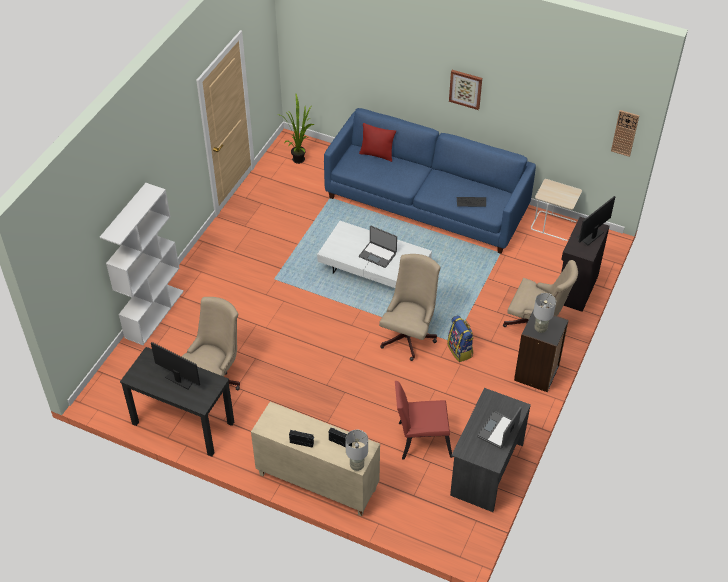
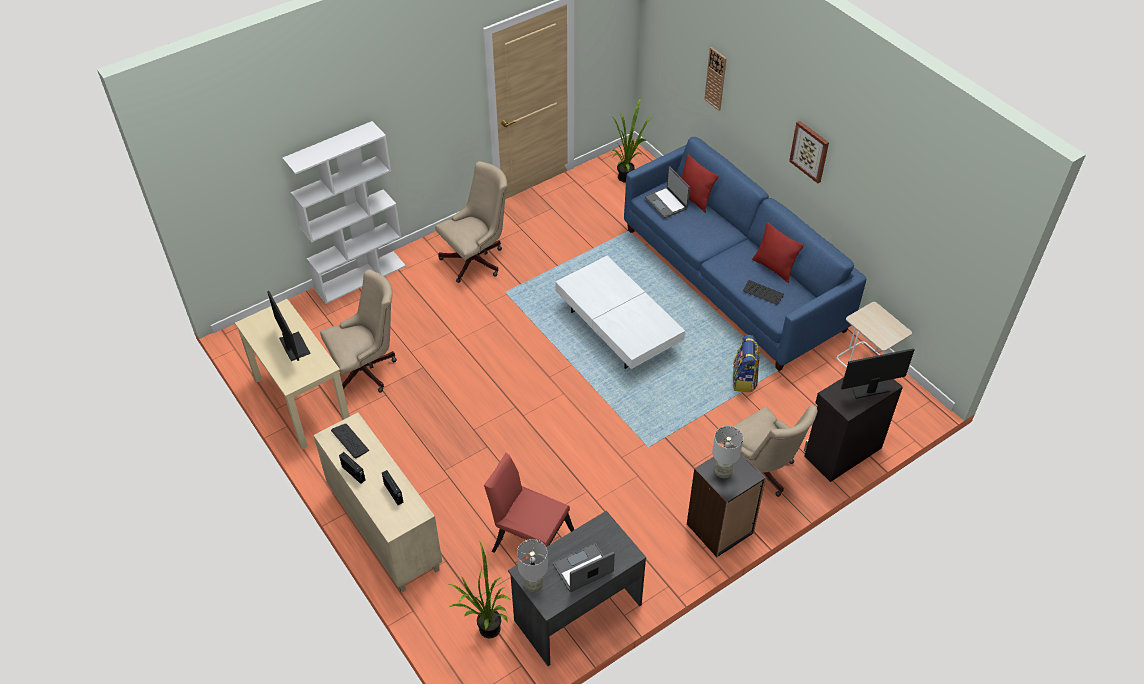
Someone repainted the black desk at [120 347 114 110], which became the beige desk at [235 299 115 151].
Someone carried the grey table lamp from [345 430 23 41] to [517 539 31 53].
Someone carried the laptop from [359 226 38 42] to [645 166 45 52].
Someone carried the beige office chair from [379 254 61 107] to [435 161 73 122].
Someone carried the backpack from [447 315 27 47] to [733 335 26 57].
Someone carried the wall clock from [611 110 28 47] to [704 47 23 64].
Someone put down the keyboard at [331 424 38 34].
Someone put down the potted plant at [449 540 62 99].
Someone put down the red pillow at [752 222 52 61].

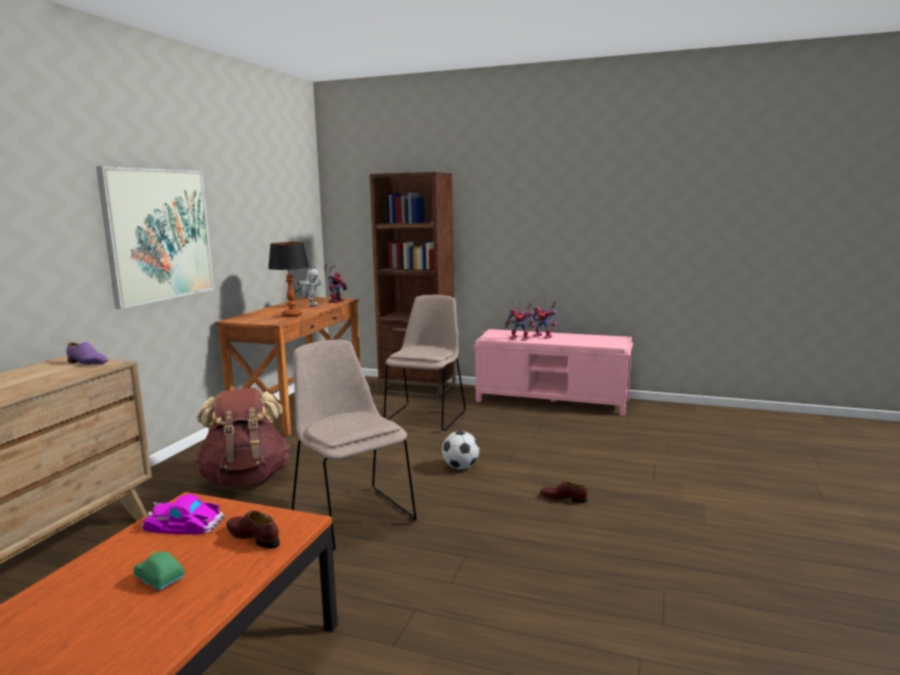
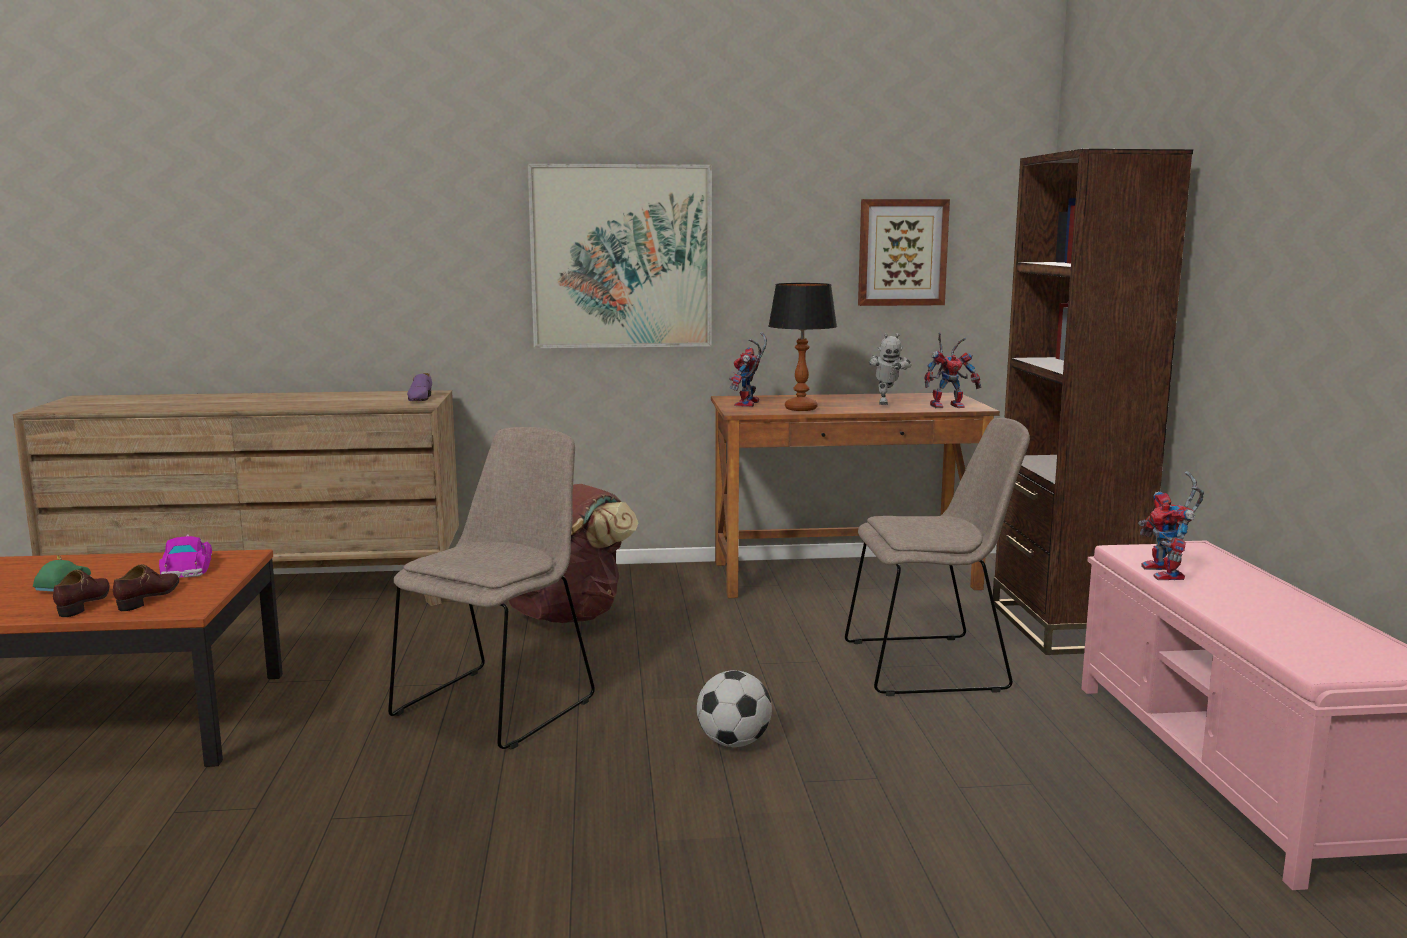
Someone carried the toy robot from [529 297 28 42] to [729 332 38 75].
Someone carried the brown shoe from [540 481 48 22] to [53 570 57 47].
Someone put up the picture at [858 199 92 107].

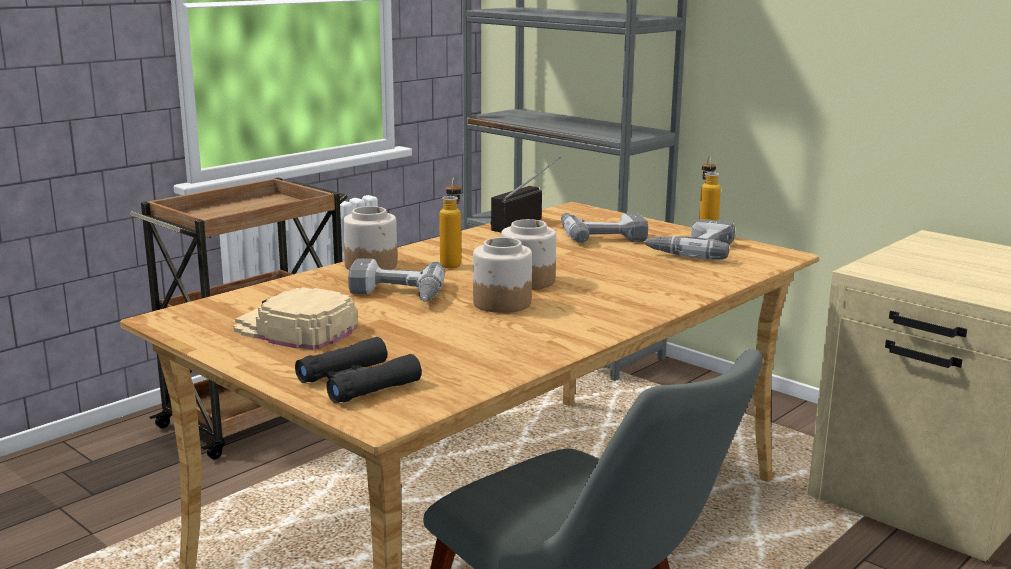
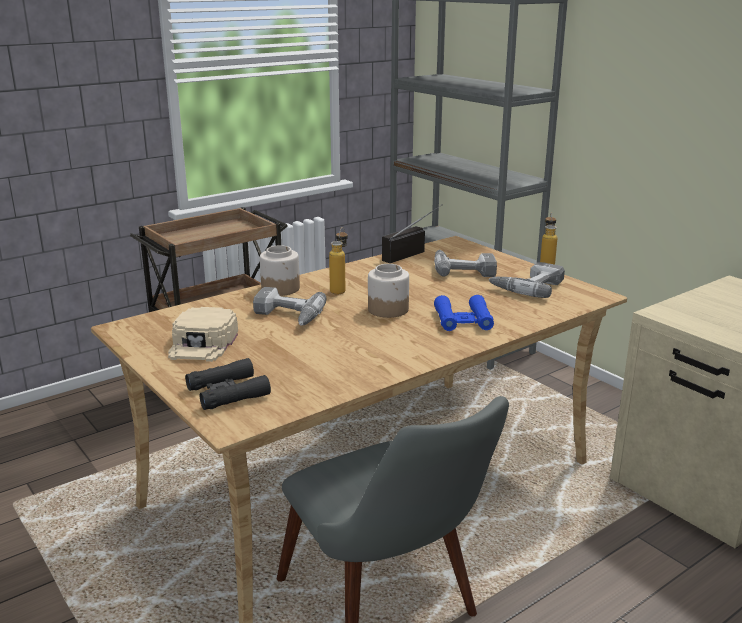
Someone rotated the beige cap at [233 287 125 63] by 120 degrees counterclockwise.
Someone took away the jar at [473 237 59 76].
Someone put down the blue binoculars at [434 295 60 36].

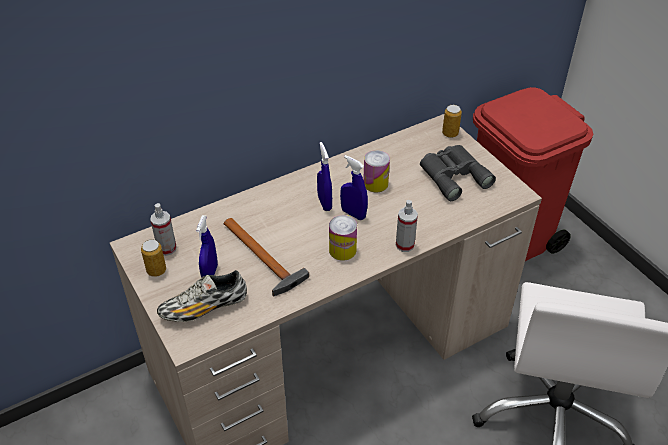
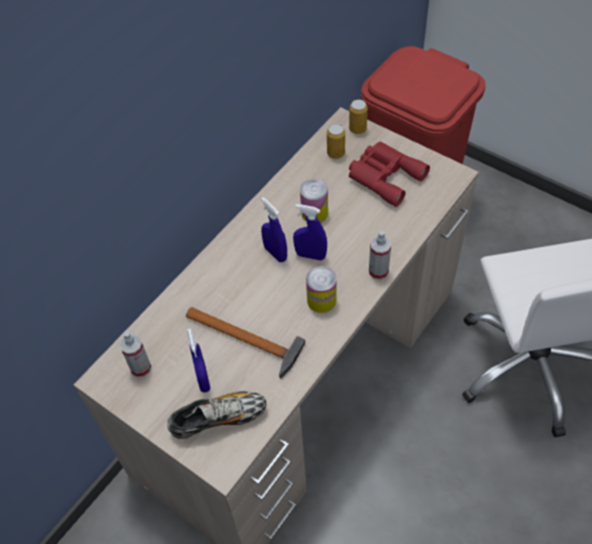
Someone carried the can from [141 239 25 38] to [327 124 18 35].
Someone rotated the shoe at [157 270 90 52] by 150 degrees counterclockwise.
Someone repainted the grey binoculars at [420 145 76 56], which became the red binoculars at [349 141 81 66].

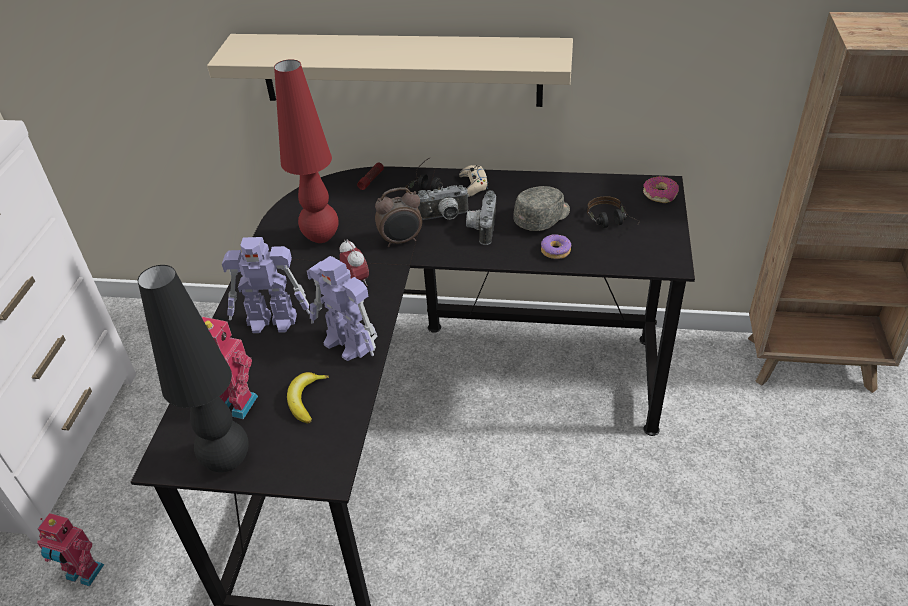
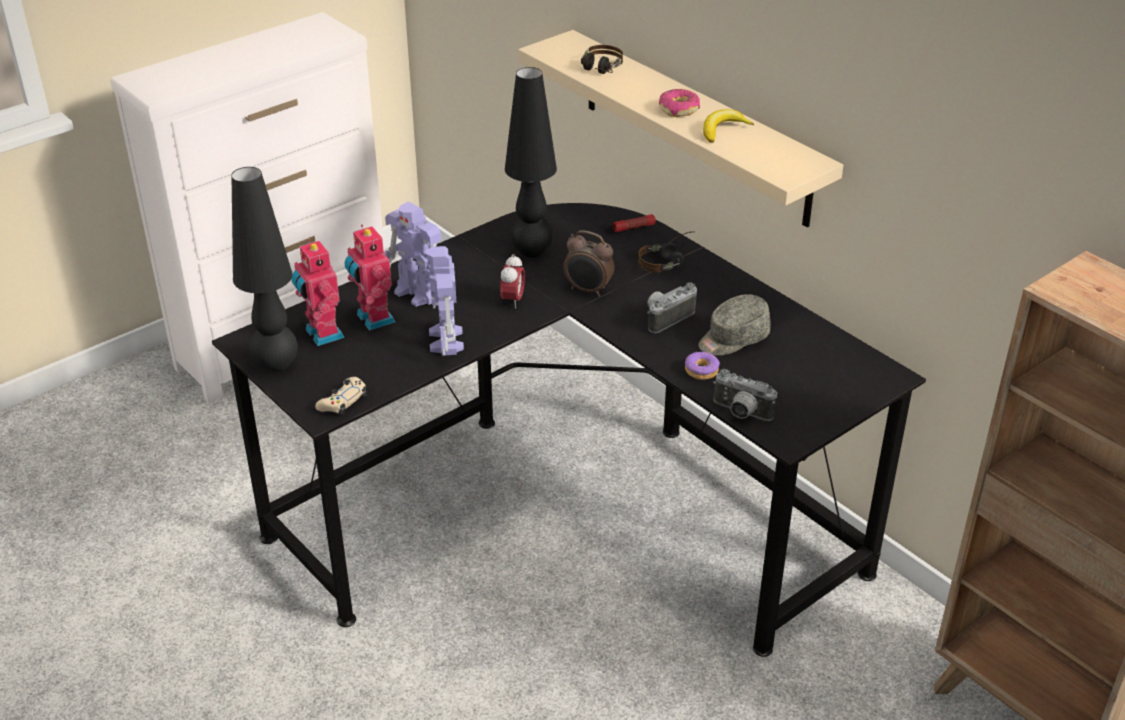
Someone carried the toy robot from [37 513 68 74] to [344 225 51 106].
Someone repainted the red table lamp at [274 59 65 184], which became the black table lamp at [505 67 52 191].
Someone carried the banana from [287 372 42 51] to [703 109 51 34].
Someone carried the photo camera from [418 185 51 35] to [713 369 64 52].
Someone carried the beige game controller from [459 165 29 32] to [315 377 52 37].
Someone rotated the grey cap at [513 186 57 45] by 150 degrees clockwise.
Someone carried the headphones from [587 196 53 32] to [581 45 42 29].
Someone carried the donut from [643 176 36 27] to [659 89 41 28].

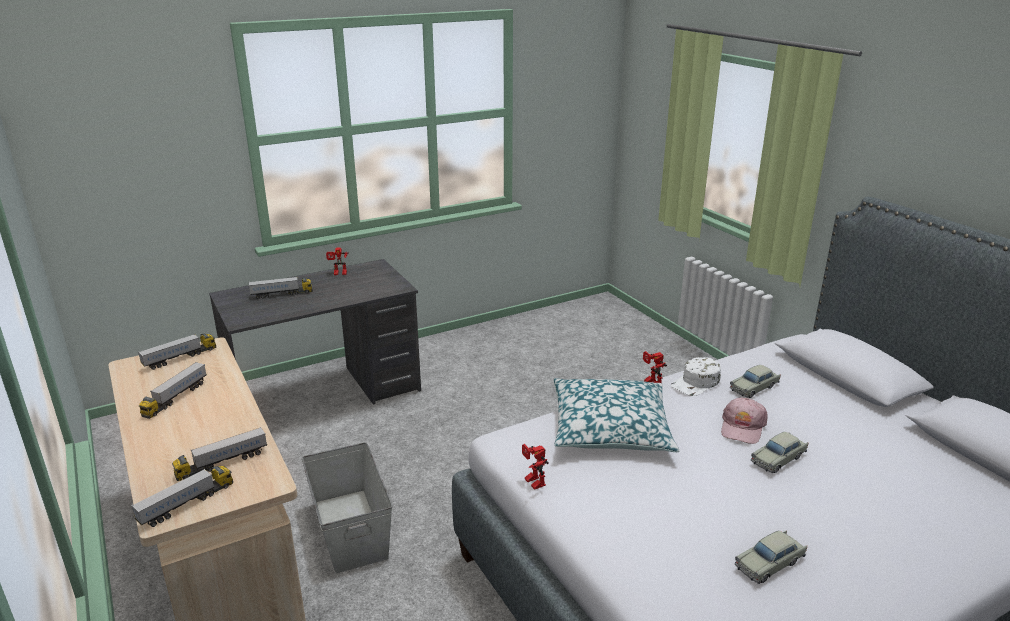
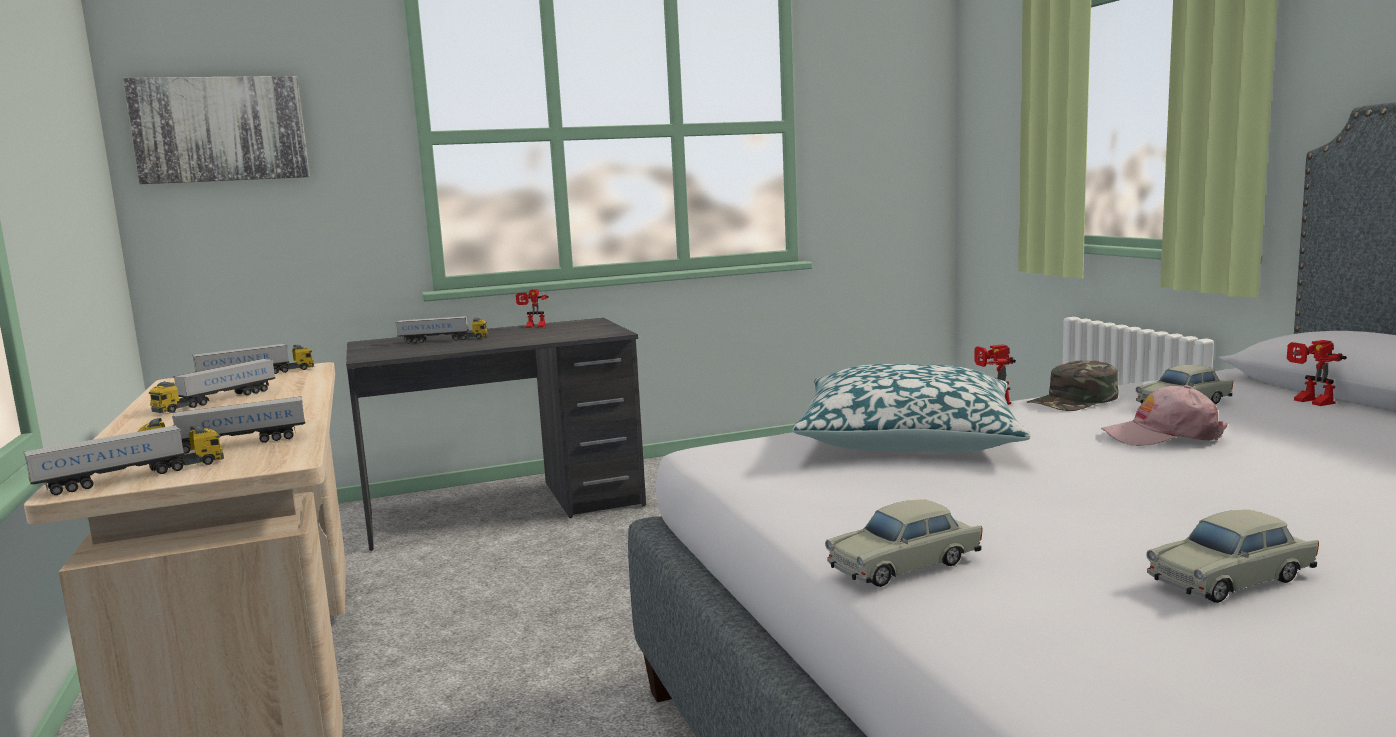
Someone took away the grey storage box at [302 442 91 131].
Someone carried the toy robot from [522 444 27 46] to [1287 340 60 66].
Someone repainted the white cap at [671 357 50 39], which became the green cap at [1026 361 93 50].
Someone rotated the pink cap at [721 398 47 46] by 60 degrees clockwise.
Someone carried the beige toy car from [751 432 57 41] to [825 499 157 88].
Someone put up the picture at [123 76 187 108].

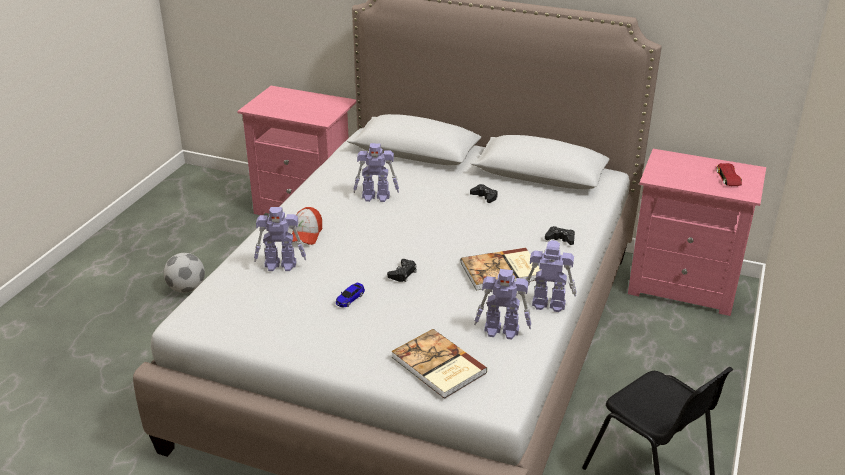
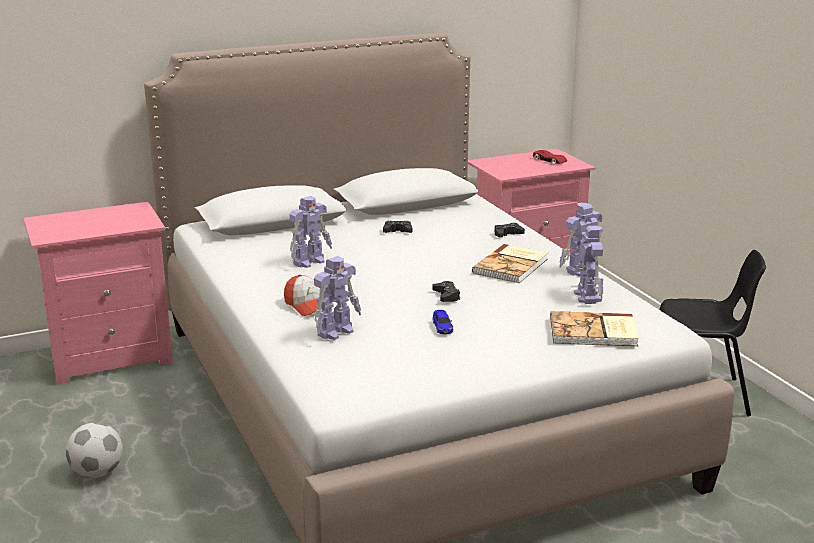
Someone rotated the toy robot at [474 269 57 71] by 60 degrees counterclockwise.

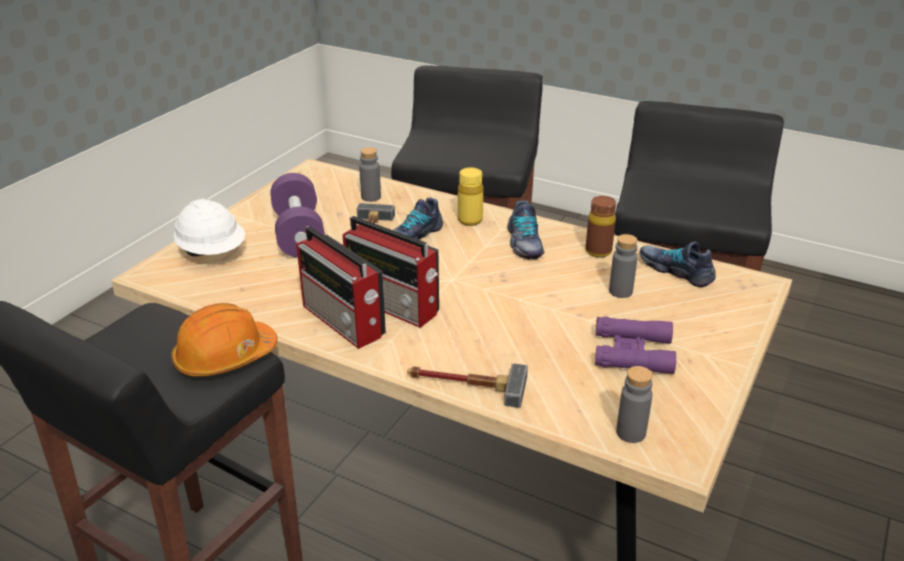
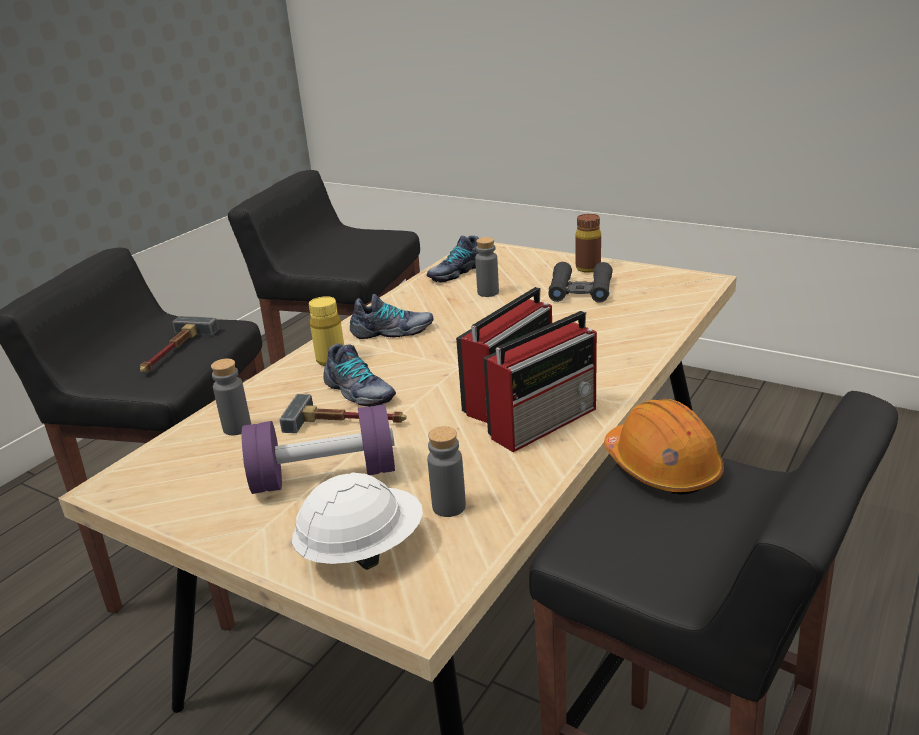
Someone carried the hammer from [407 363 121 45] to [140 316 79 56].
Someone carried the brown bottle from [585 196 31 62] to [575 214 26 59].
Someone repainted the purple binoculars at [595 317 81 57], which became the black binoculars at [548 262 65 41].
Someone carried the grey bottle from [616 366 37 77] to [427 426 39 91].

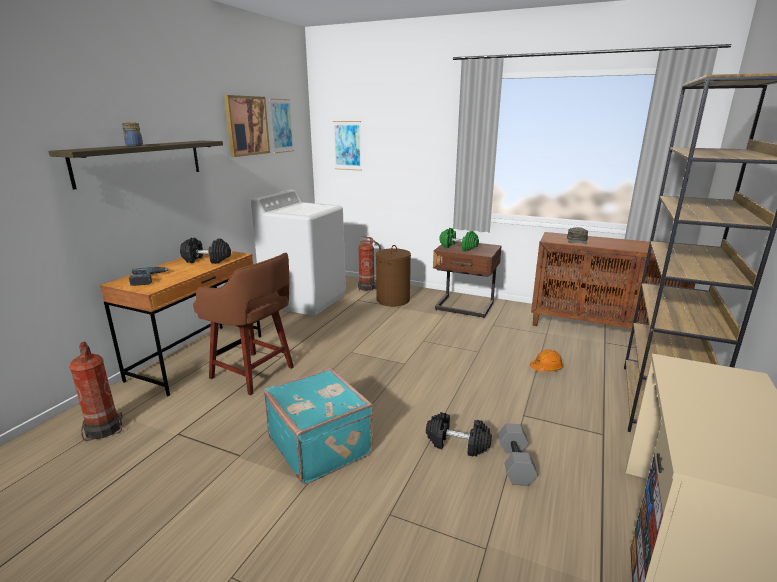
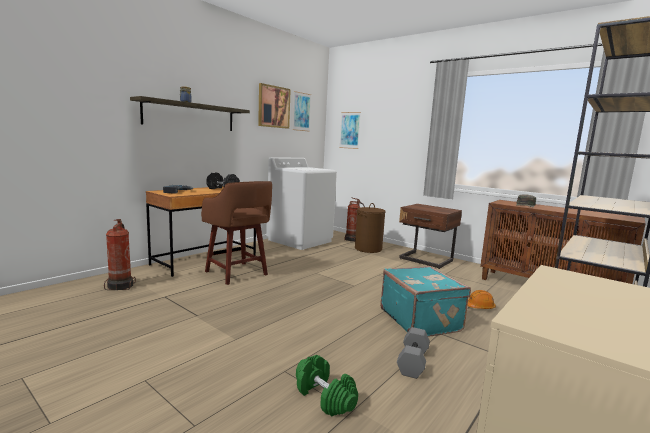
Someone carried the turquoise suitcase from [264 368 110 116] to [380 266 91 71].
Someone took away the black dumbbell at [426 412 66 45].
Someone carried the green dumbbell from [439 228 40 23] to [296 355 62 61].

